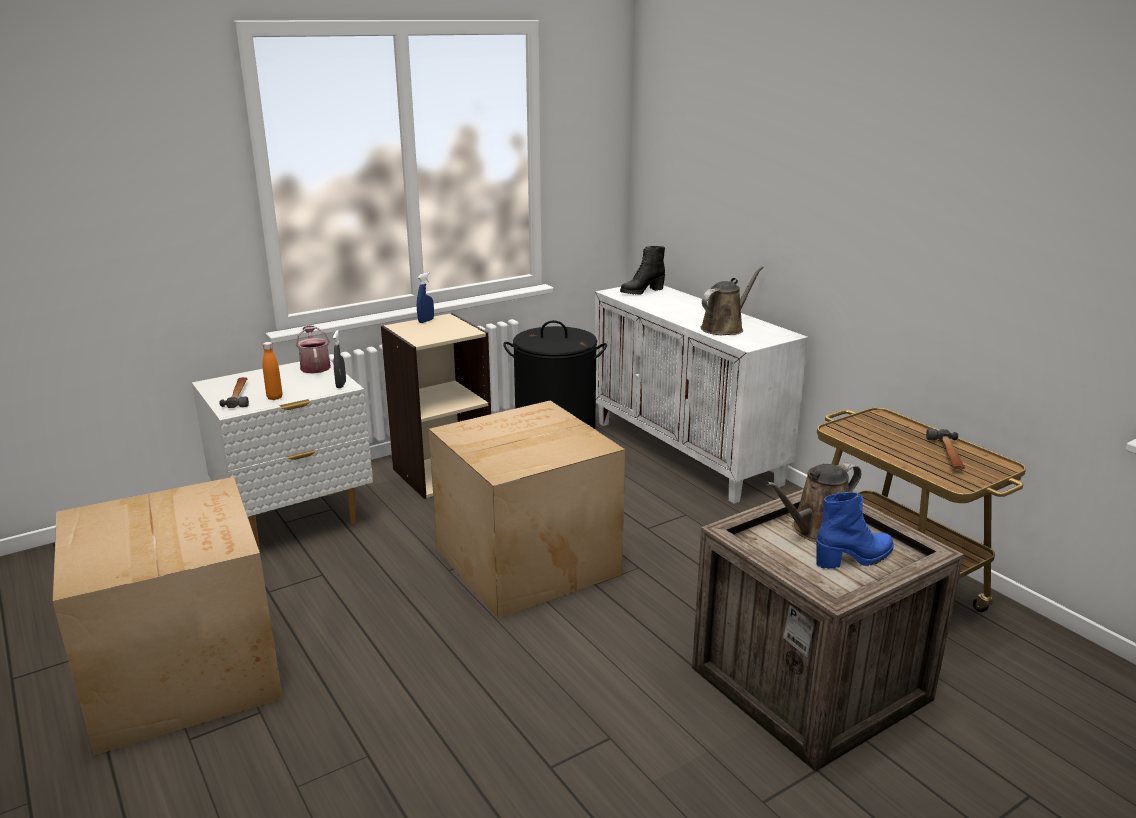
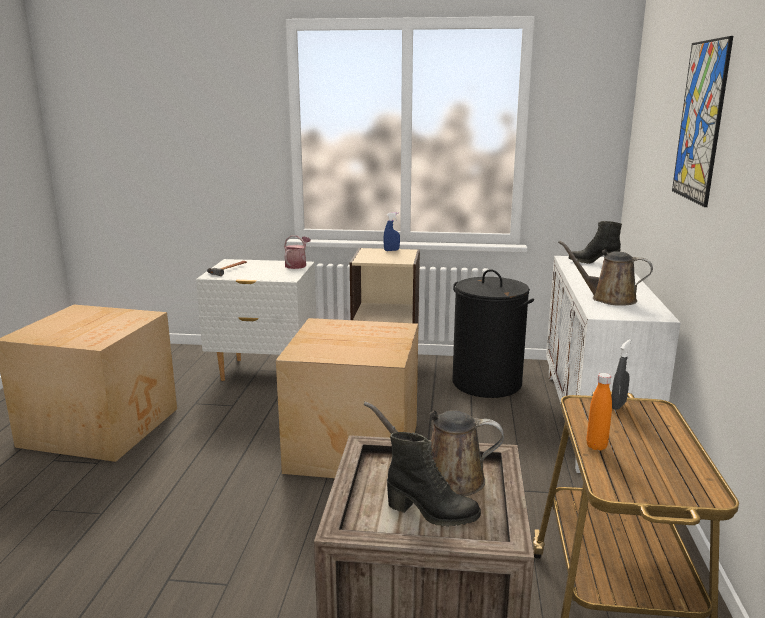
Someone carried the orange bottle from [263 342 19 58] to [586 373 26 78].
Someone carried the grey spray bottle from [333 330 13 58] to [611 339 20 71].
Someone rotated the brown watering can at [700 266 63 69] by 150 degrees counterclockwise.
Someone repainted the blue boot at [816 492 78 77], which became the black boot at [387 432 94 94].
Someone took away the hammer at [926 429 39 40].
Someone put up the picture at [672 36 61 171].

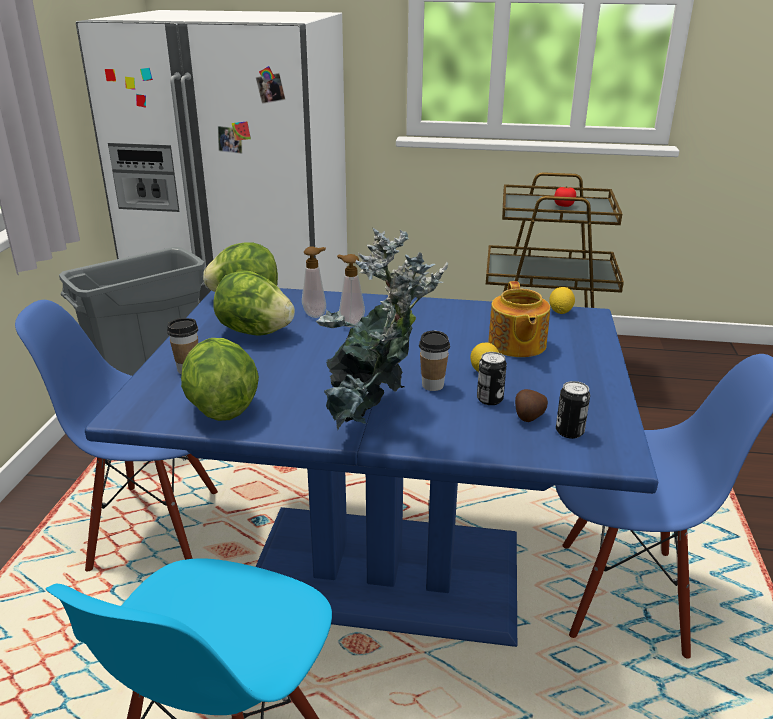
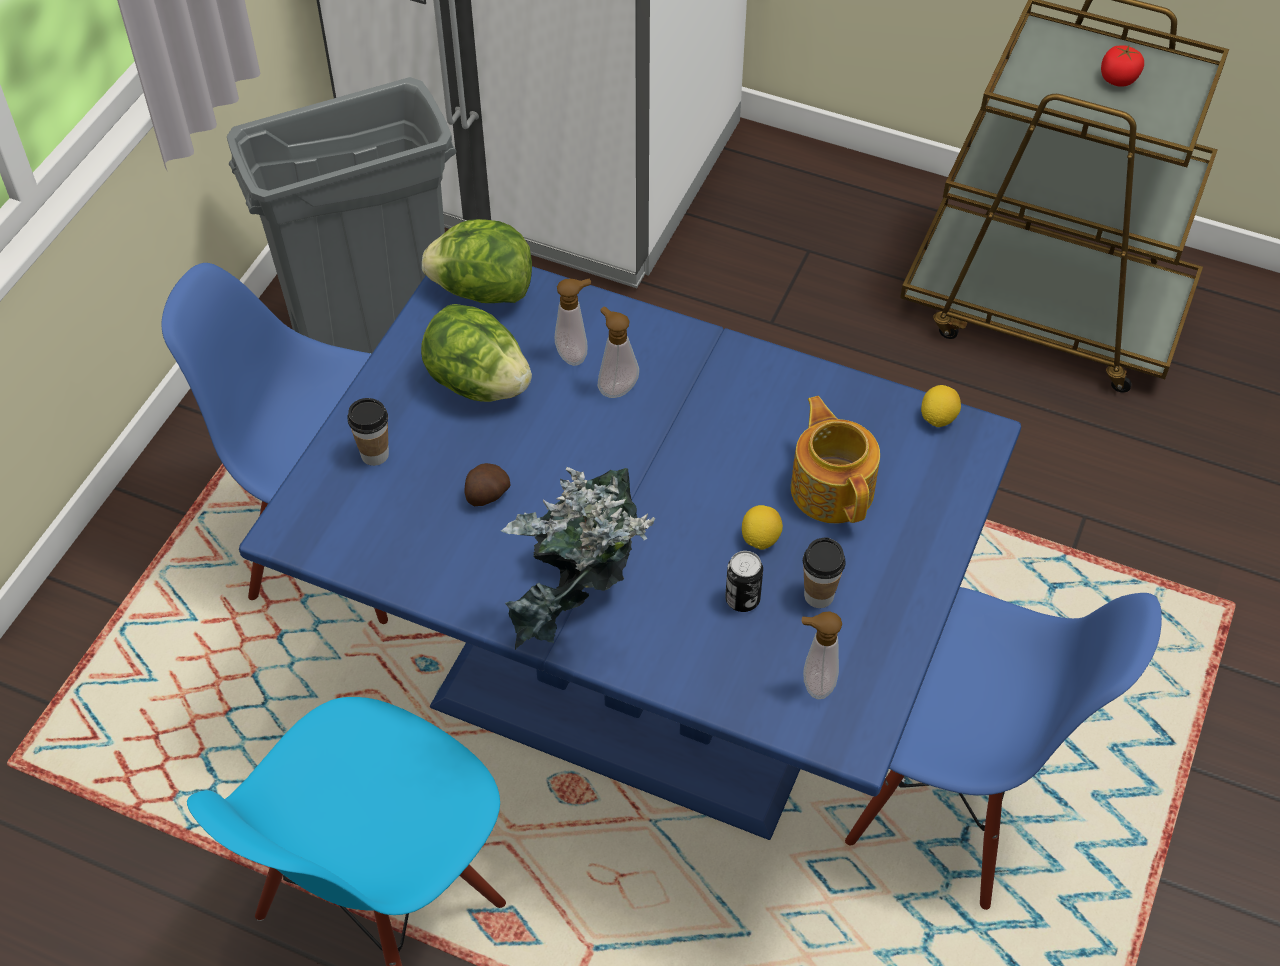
Someone took away the lettuce at [181 338 78 83].
Someone carried the cup from [419 330 31 61] to [803 537 42 71].
Someone rotated the teapot at [488 281 62 76] by 150 degrees clockwise.
Someone carried the potato from [515 389 33 33] to [465 463 46 44].
Someone swapped the can at [556 381 34 58] for the soap dispenser at [802 611 40 89].

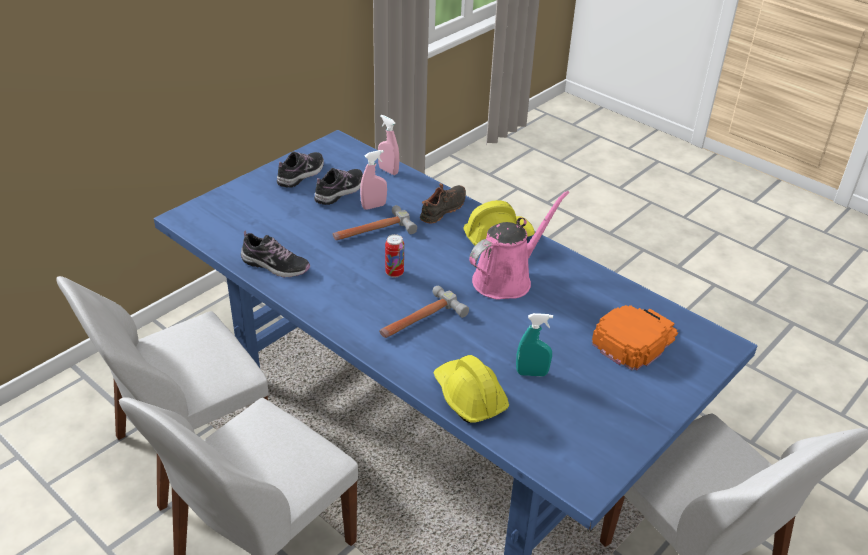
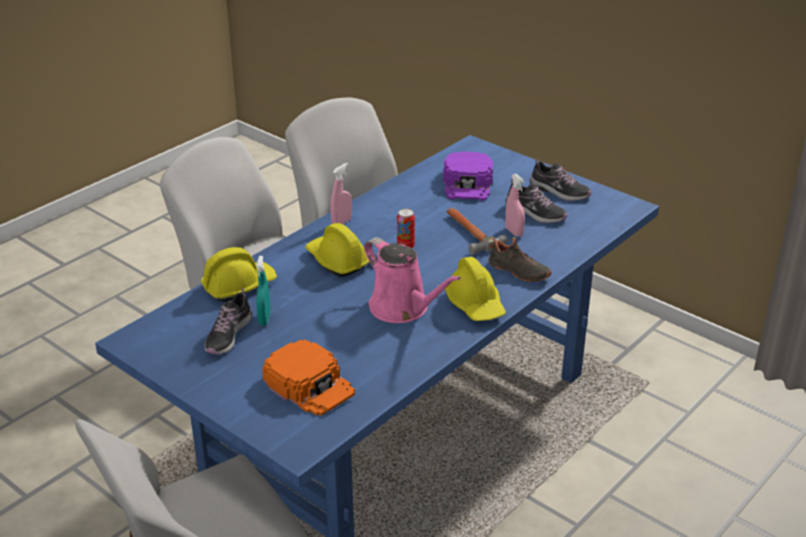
Someone carried the shoe from [241 230 69 48] to [205 288 47 66].
Someone carried the pink spray bottle from [378 115 21 60] to [330 163 22 61].
Someone swapped the hammer at [379 286 90 52] for the yellow hard hat at [305 223 65 54].
Someone put down the purple cap at [443 152 50 49].

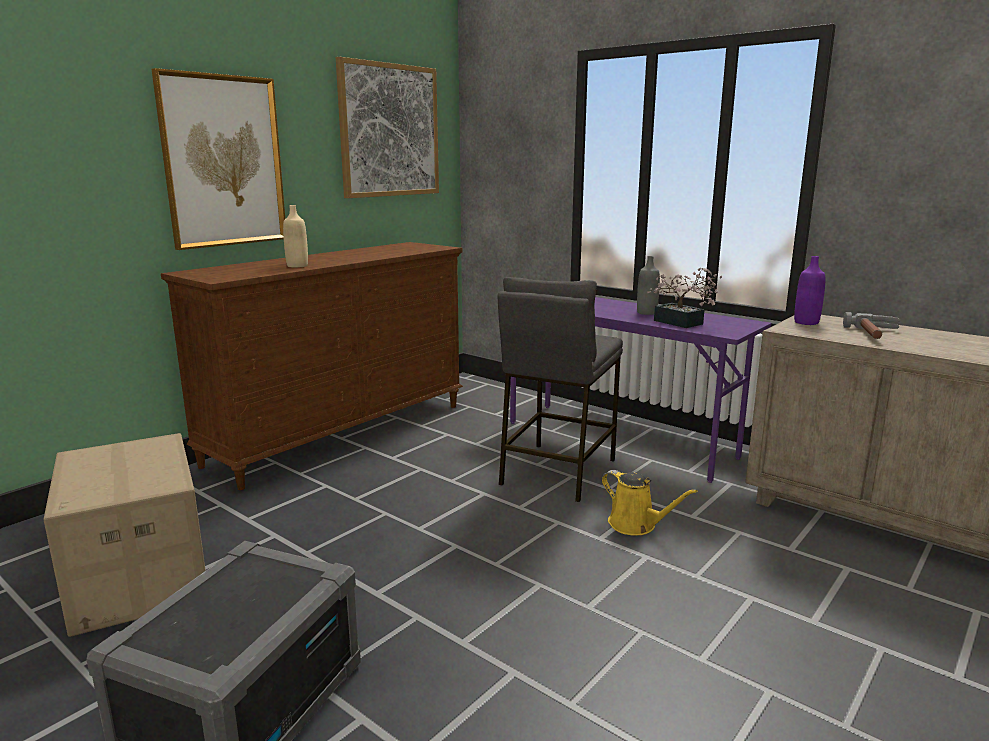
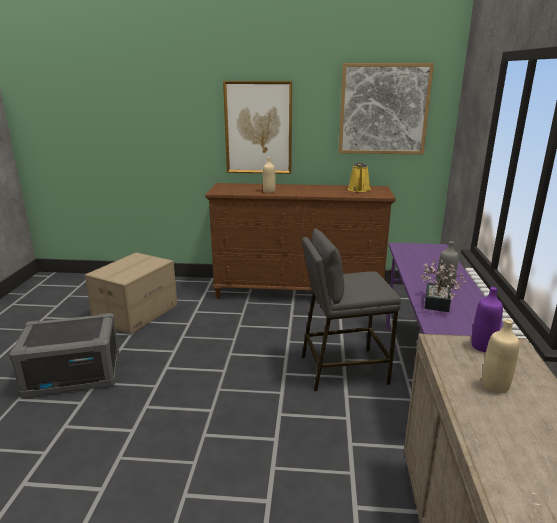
Someone carried the yellow watering can from [602 470 95 66] to [348 163 23 29].
Someone swapped the hammer at [843 312 57 27] for the beige bottle at [482 319 37 74].

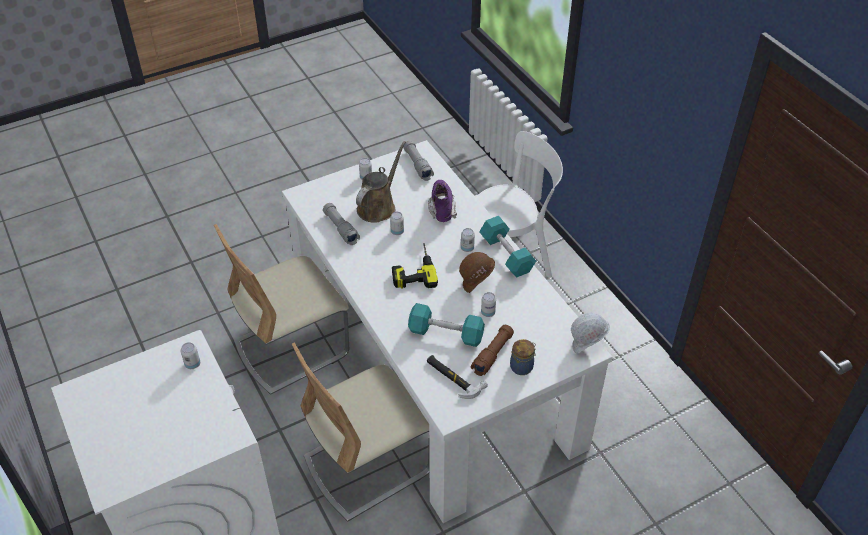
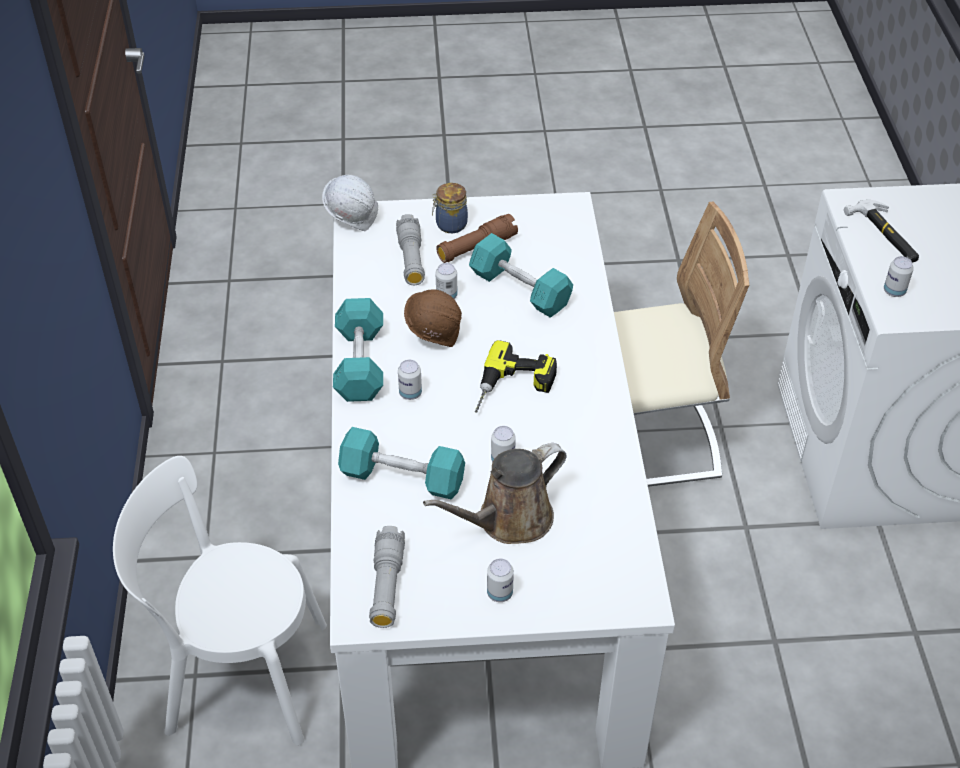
Someone took away the beige chair at [214 224 135 171].
Someone carried the grey flashlight from [323 203 37 42] to [396 214 29 71].
Someone carried the hammer from [427 355 61 44] to [844 200 75 63].
Someone swapped the purple boot at [428 180 29 42] for the turquoise dumbbell at [338 427 127 72].

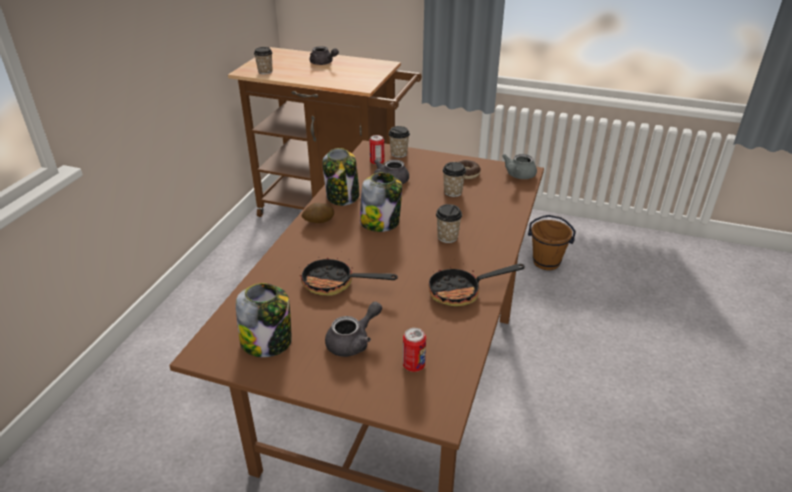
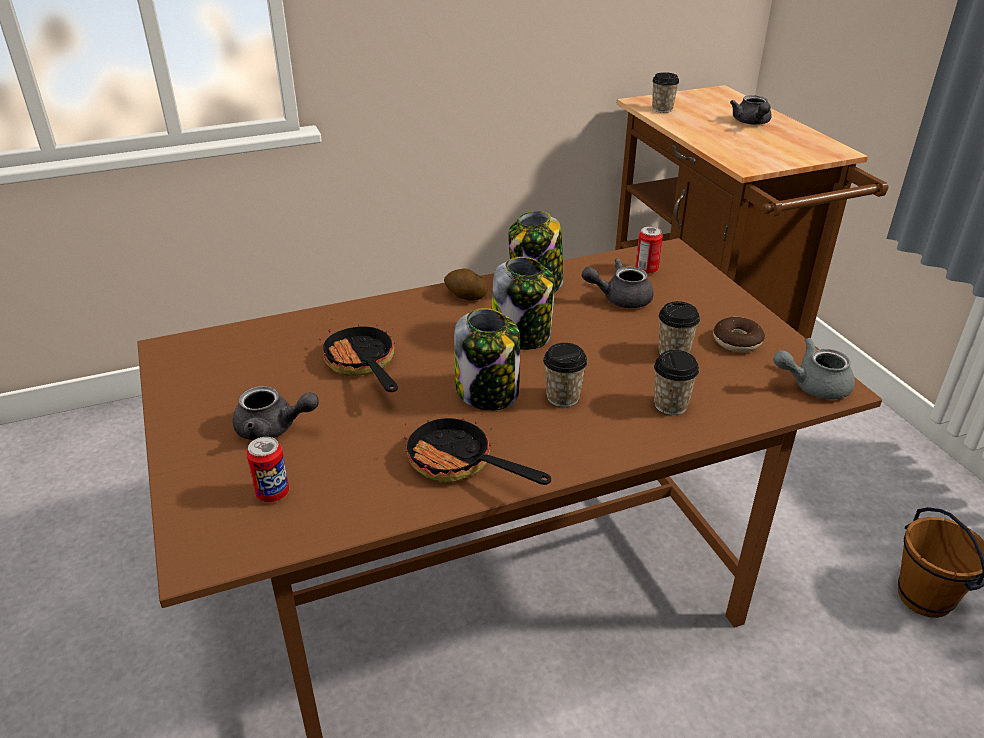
Someone carried the jar from [236 283 56 74] to [454 308 66 103].
Someone carried the cup from [388 126 22 32] to [654 350 45 65].

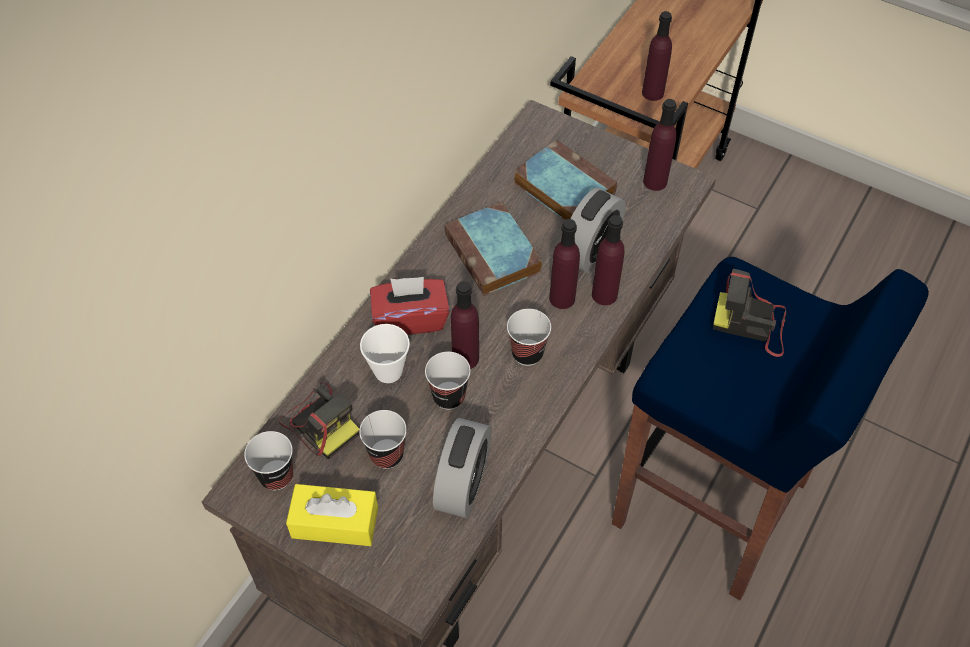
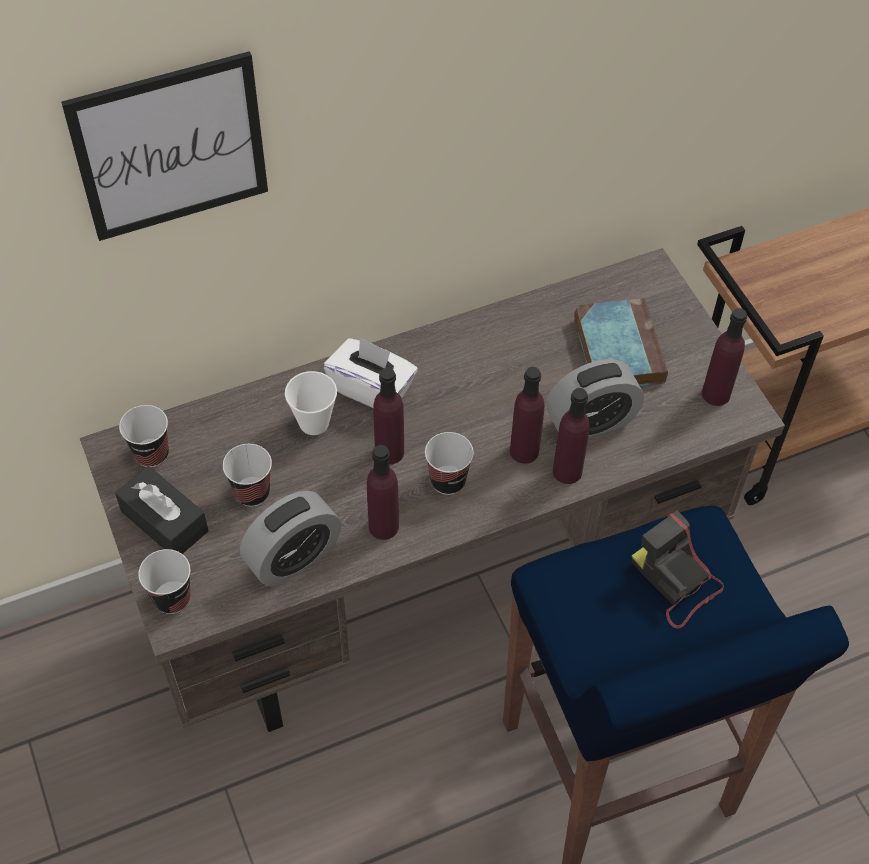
Someone took away the photo camera at [279 383 80 77].
Someone repainted the yellow tissue box at [286 484 92 62], which became the black tissue box at [115 466 93 88].
Someone repainted the red tissue box at [370 277 80 58], which became the white tissue box at [324 337 94 71].
Someone carried the cup from [425 352 46 58] to [138 549 53 65].
Someone took away the book at [444 202 98 94].
Someone carried the purple bottle from [642 11 30 90] to [367 445 32 95].
Someone put up the picture at [61 51 207 190].

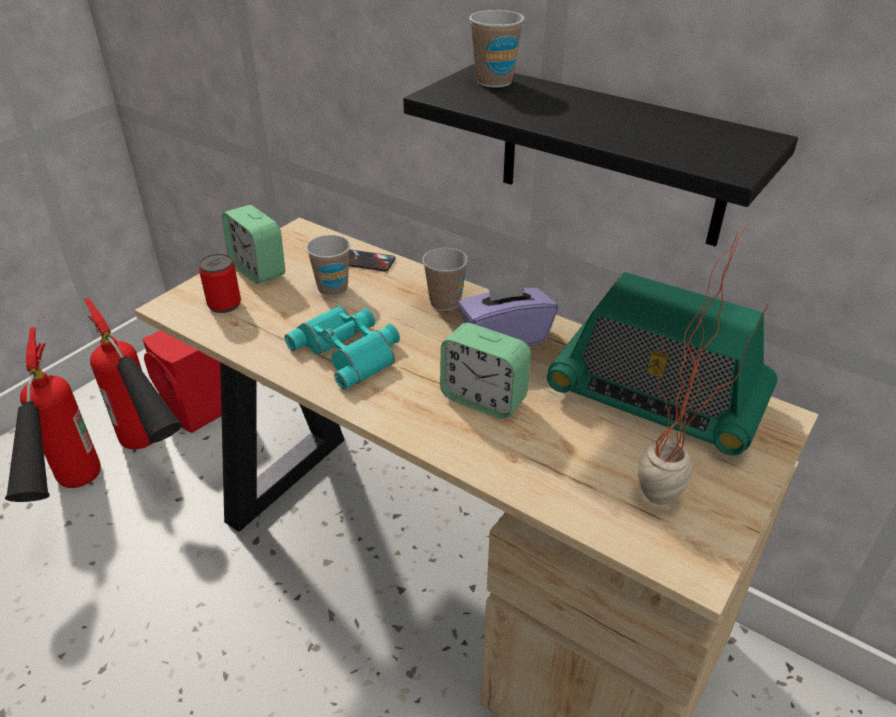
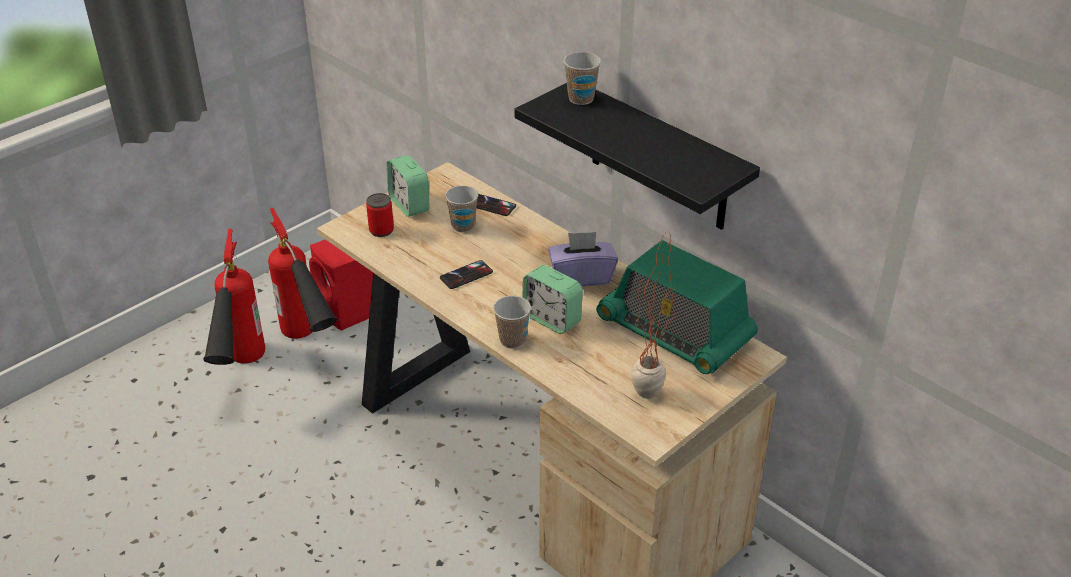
Someone swapped the turquoise binoculars at [285 305 115 85] for the phone at [440 260 53 29].
Someone carried the cup from [422 248 46 63] to [493 296 38 52].

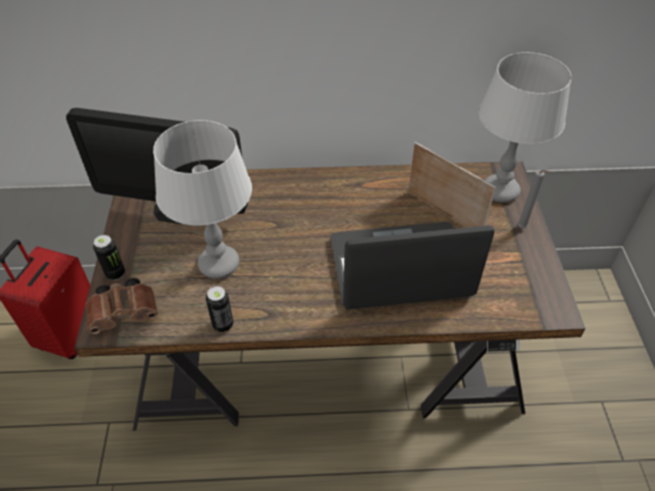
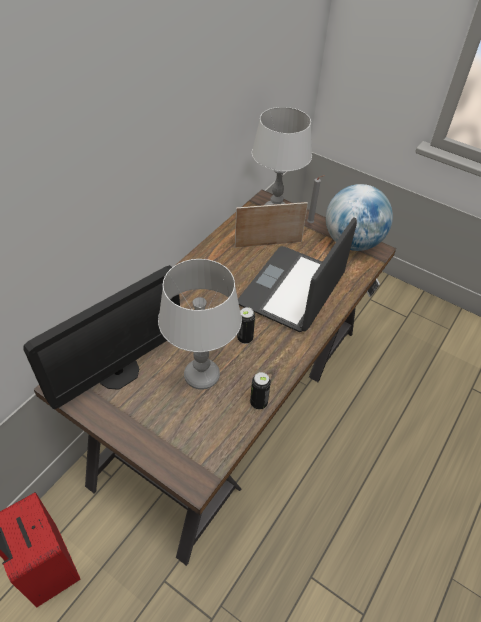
Someone took away the brown binoculars at [86 278 72 56].
Someone carried the can from [93 235 32 45] to [237 307 18 37].
Someone put down the globe at [326 184 67 67].

